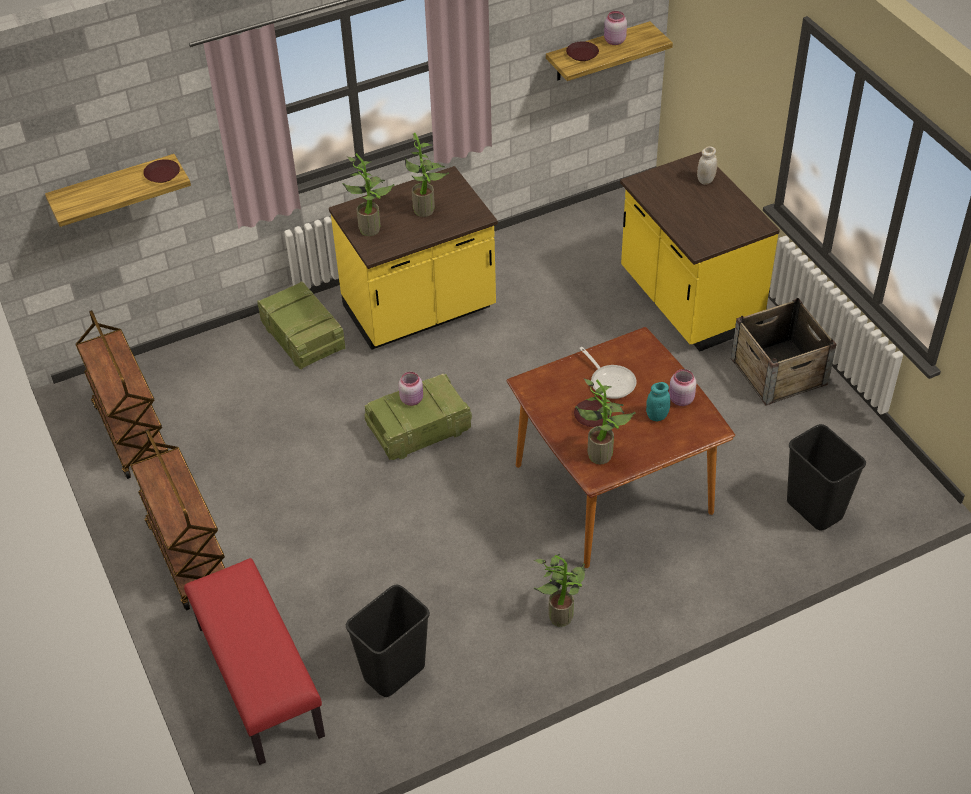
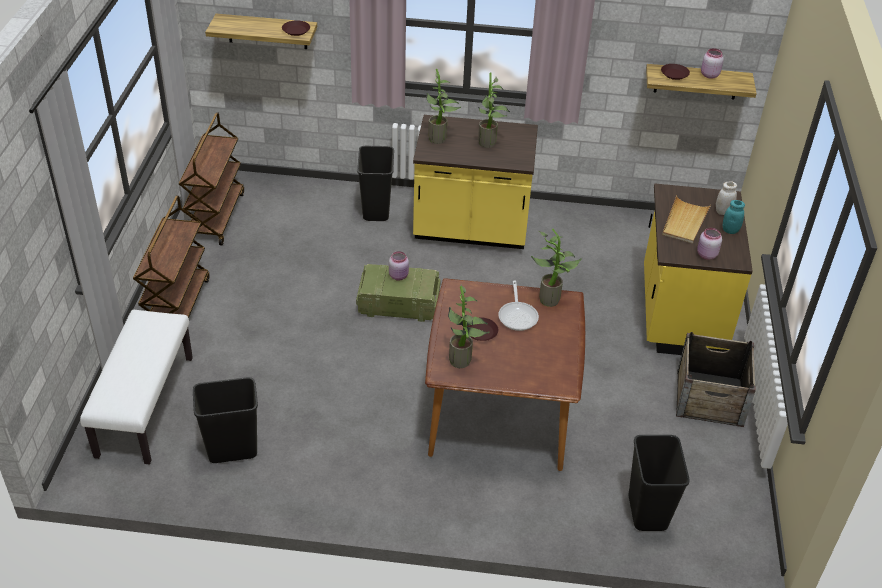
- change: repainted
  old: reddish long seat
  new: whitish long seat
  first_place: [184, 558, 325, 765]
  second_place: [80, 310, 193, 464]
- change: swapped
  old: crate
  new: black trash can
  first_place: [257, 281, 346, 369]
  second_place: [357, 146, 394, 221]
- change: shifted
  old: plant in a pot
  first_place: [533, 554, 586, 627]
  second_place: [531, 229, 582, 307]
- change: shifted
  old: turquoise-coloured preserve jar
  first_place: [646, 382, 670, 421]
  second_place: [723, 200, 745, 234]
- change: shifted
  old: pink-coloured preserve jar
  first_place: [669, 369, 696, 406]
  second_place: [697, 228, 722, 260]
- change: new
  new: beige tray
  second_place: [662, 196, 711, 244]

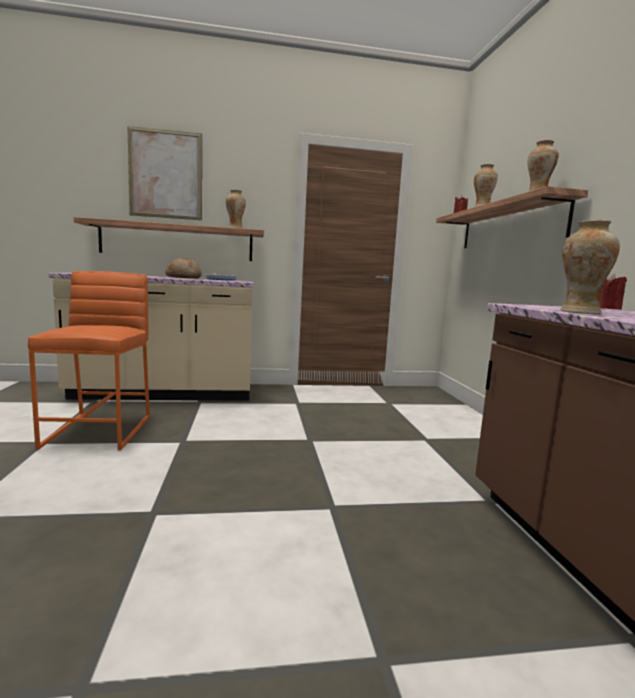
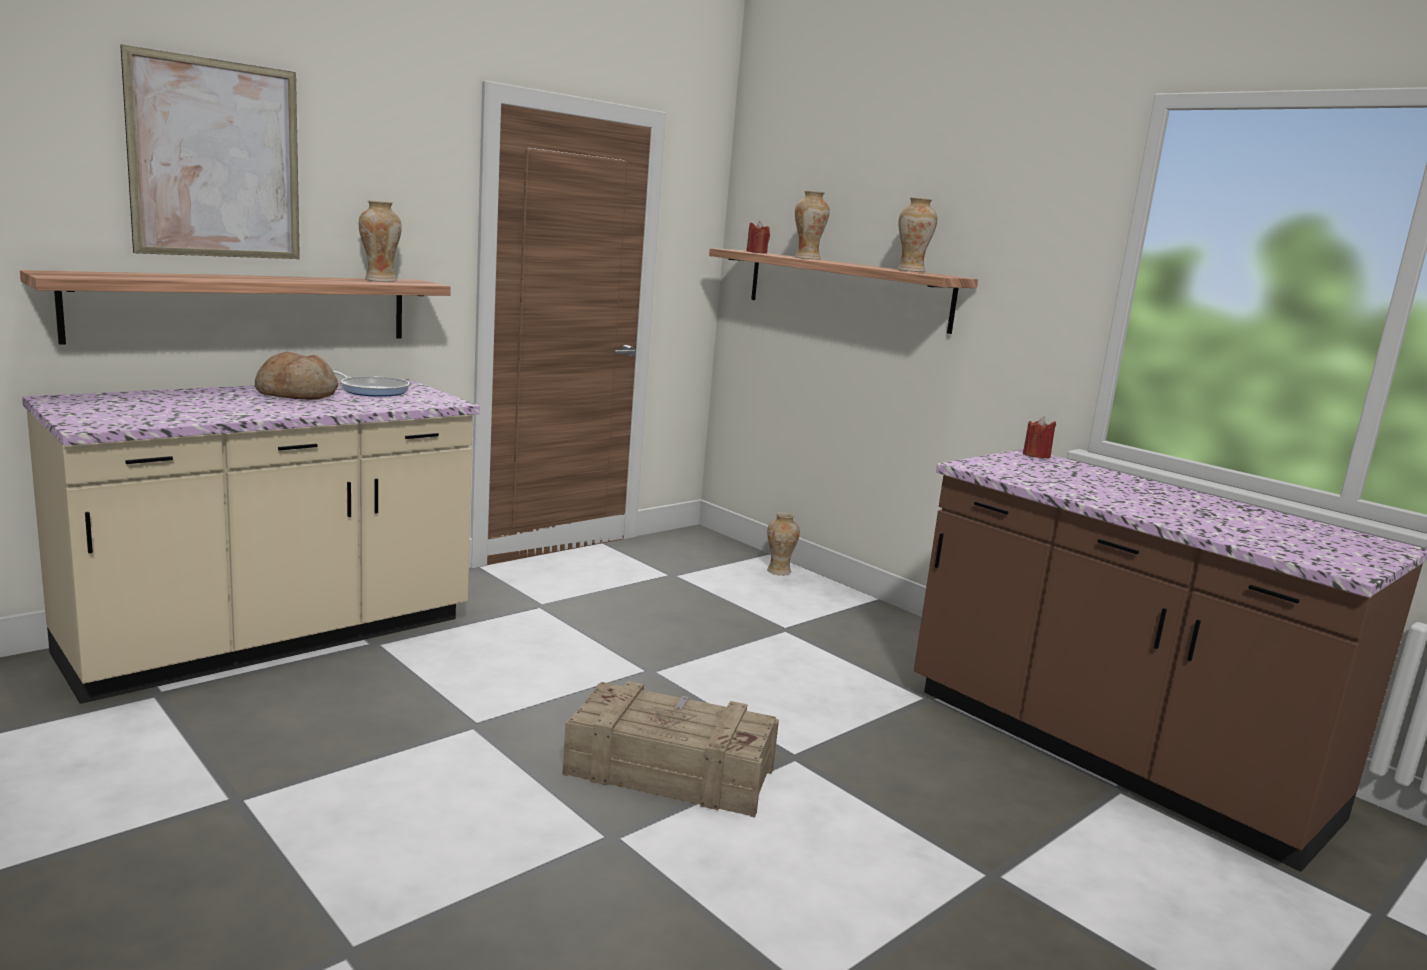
- change: gone
  old: orange-coloured stool seat
  first_place: [28, 271, 150, 450]
- change: shifted
  old: decorative vase
  first_place: [560, 220, 620, 314]
  second_place: [767, 512, 800, 576]
- change: new
  new: crate
  second_place: [563, 681, 779, 818]

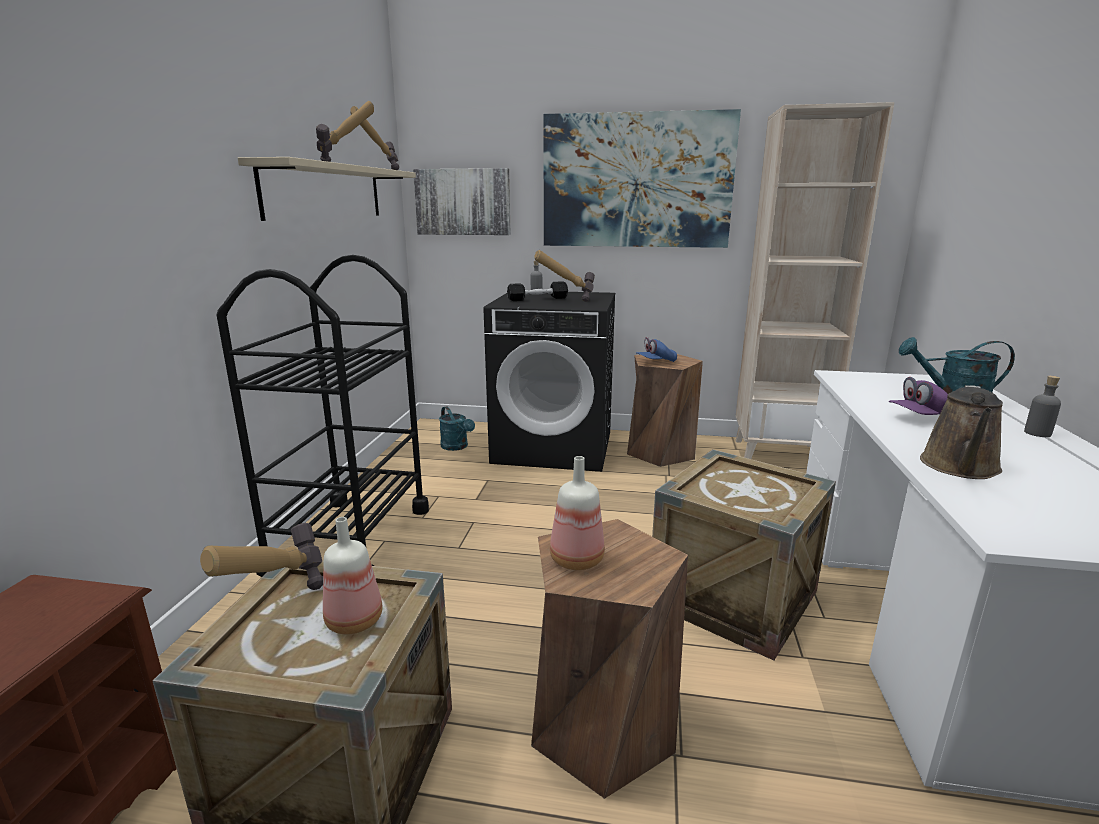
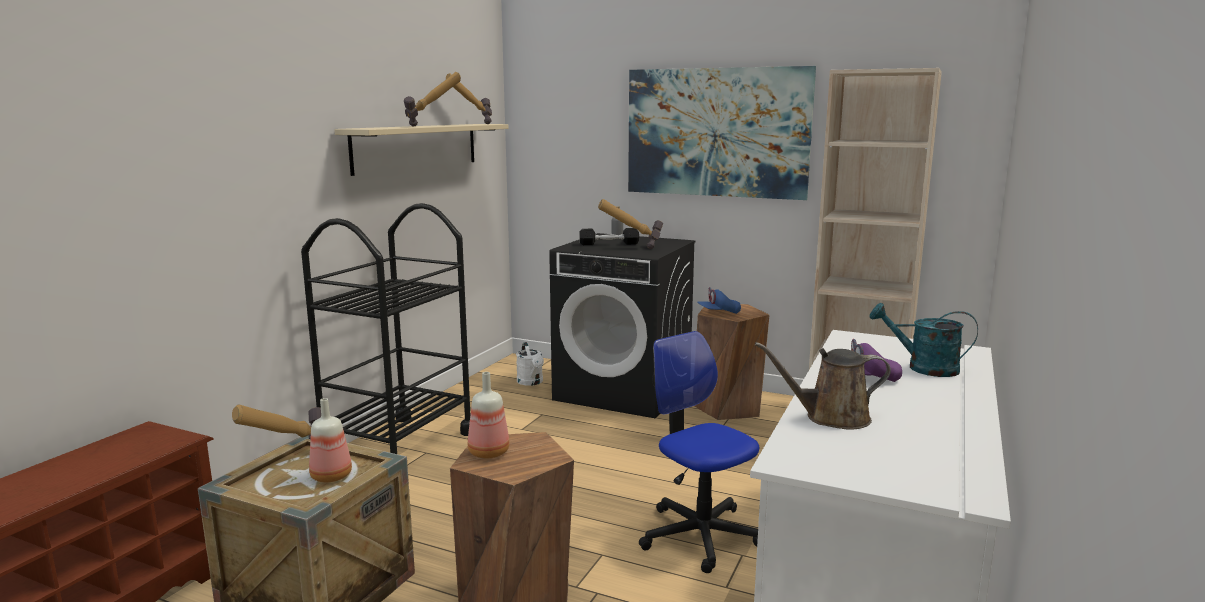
- change: gone
  old: wall art
  first_place: [413, 168, 511, 235]
- change: repainted
  old: turquoise-coloured sprinkling can
  new: whitish sprinkling can
  first_place: [439, 406, 475, 451]
  second_place: [516, 342, 544, 386]
- change: swapped
  old: crate
  new: desk chair
  first_place: [652, 449, 836, 661]
  second_place: [639, 331, 759, 573]
- change: rotated
  old: brown-coloured sprinkling can
  first_place: [920, 385, 1003, 479]
  second_place: [755, 342, 891, 430]
  degrees: 45
- change: gone
  old: gray beverage bottle
  first_place: [1024, 376, 1061, 437]

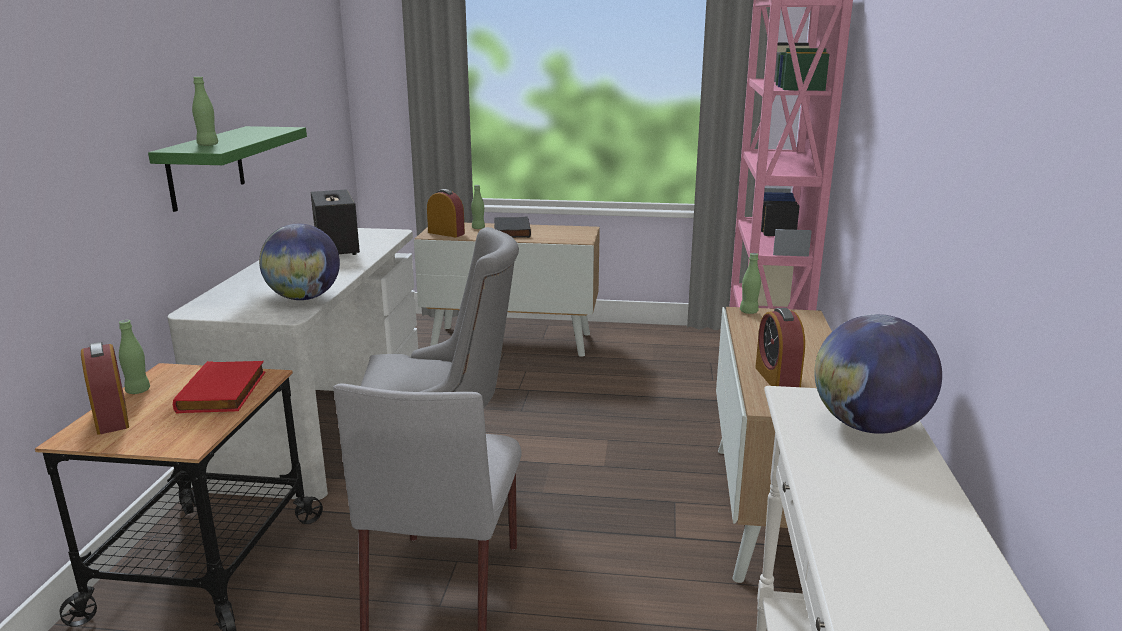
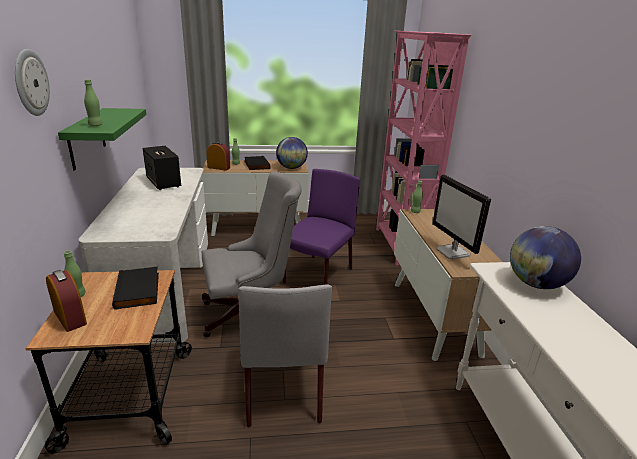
- change: repainted
  old: reddish volume
  new: black volume
  first_place: [173, 361, 266, 413]
  second_place: [112, 267, 159, 310]
- change: shifted
  old: desk globe
  first_place: [259, 224, 340, 300]
  second_place: [276, 137, 308, 169]
- change: swapped
  old: bedside clock
  new: computer display
  first_place: [755, 308, 805, 387]
  second_place: [432, 175, 491, 260]
- change: new
  new: clock on the wall
  second_place: [15, 49, 50, 116]
- change: new
  new: purplish upright chair
  second_place: [283, 169, 360, 285]

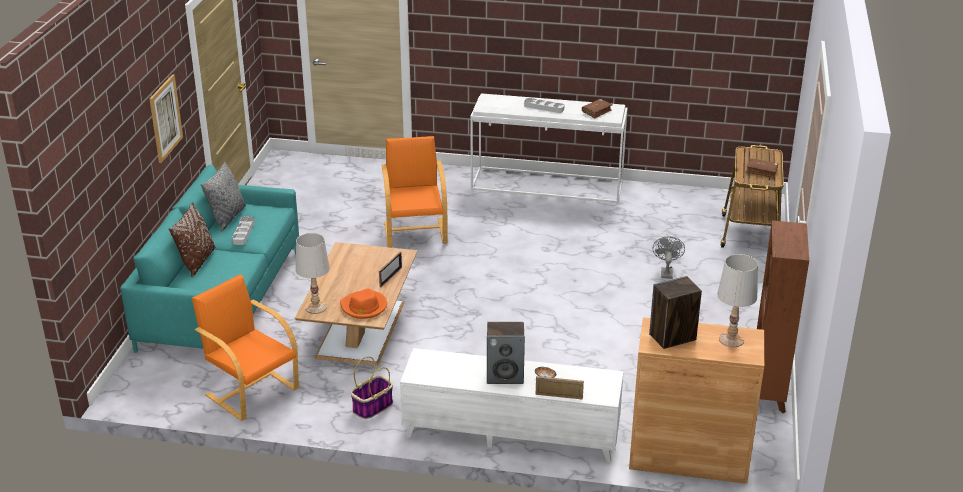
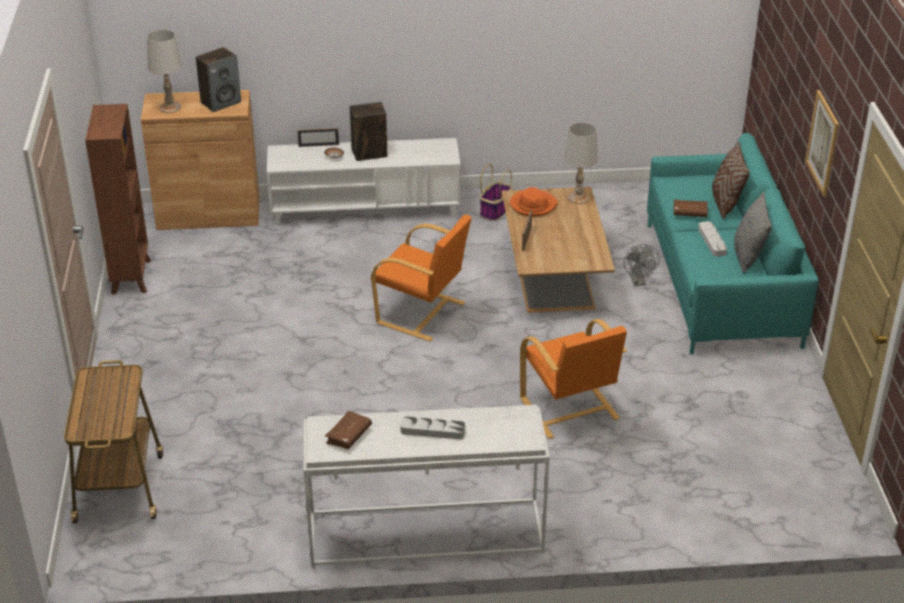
- change: shifted
  old: orange-coloured lounge chair
  first_place: [192, 275, 299, 421]
  second_place: [371, 214, 472, 341]
- change: shifted
  old: gray fan
  first_place: [653, 236, 685, 279]
  second_place: [624, 244, 660, 286]
- change: shifted
  old: brown-coloured volume
  first_place: [746, 158, 778, 178]
  second_place: [673, 199, 708, 217]

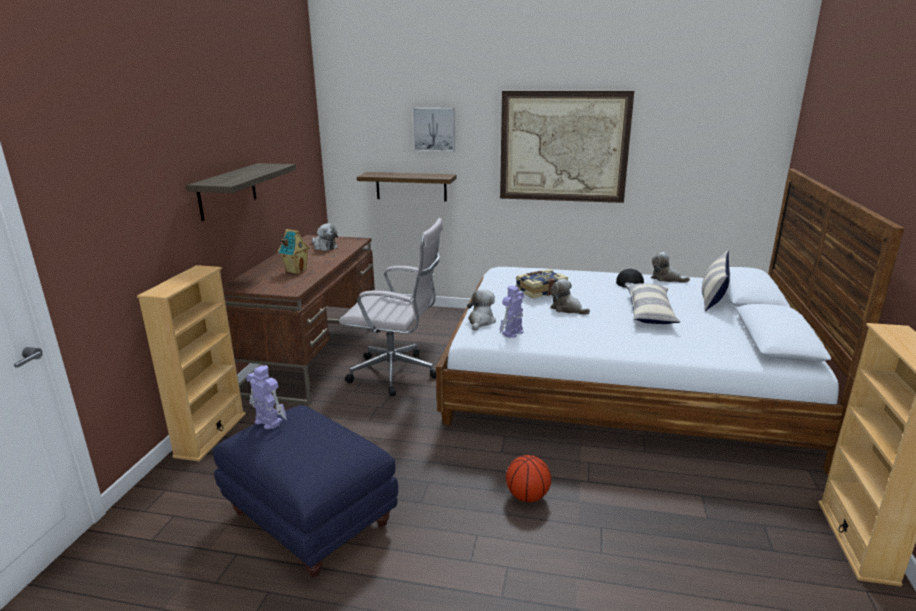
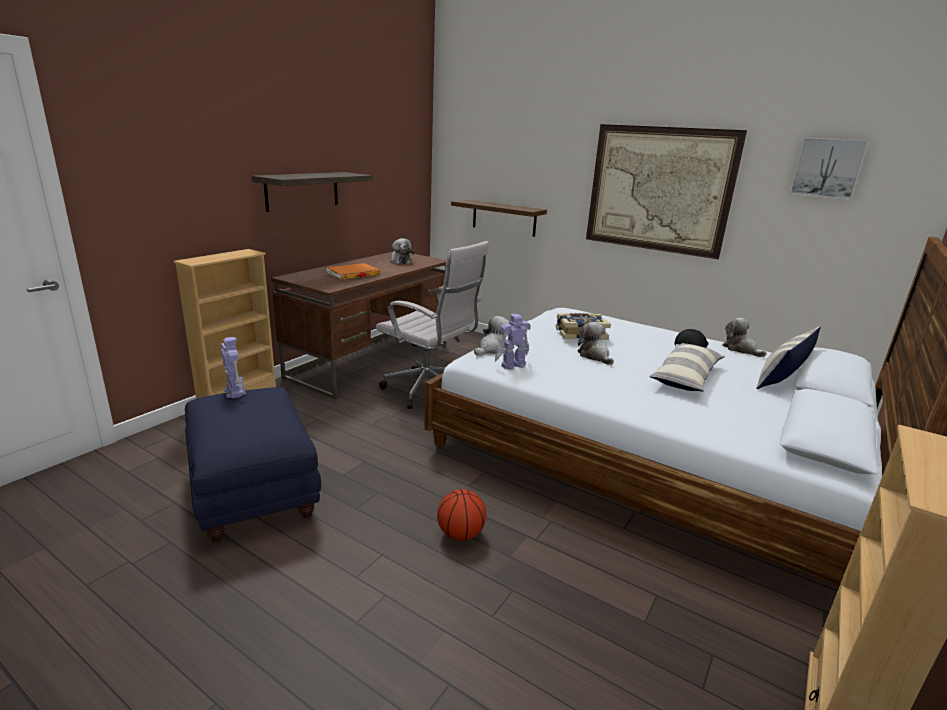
- change: swapped
  old: model house
  new: orange-coloured volume
  first_place: [278, 229, 310, 274]
  second_place: [326, 263, 381, 280]
- change: shifted
  old: wall art
  first_place: [412, 108, 455, 152]
  second_place: [790, 138, 869, 200]

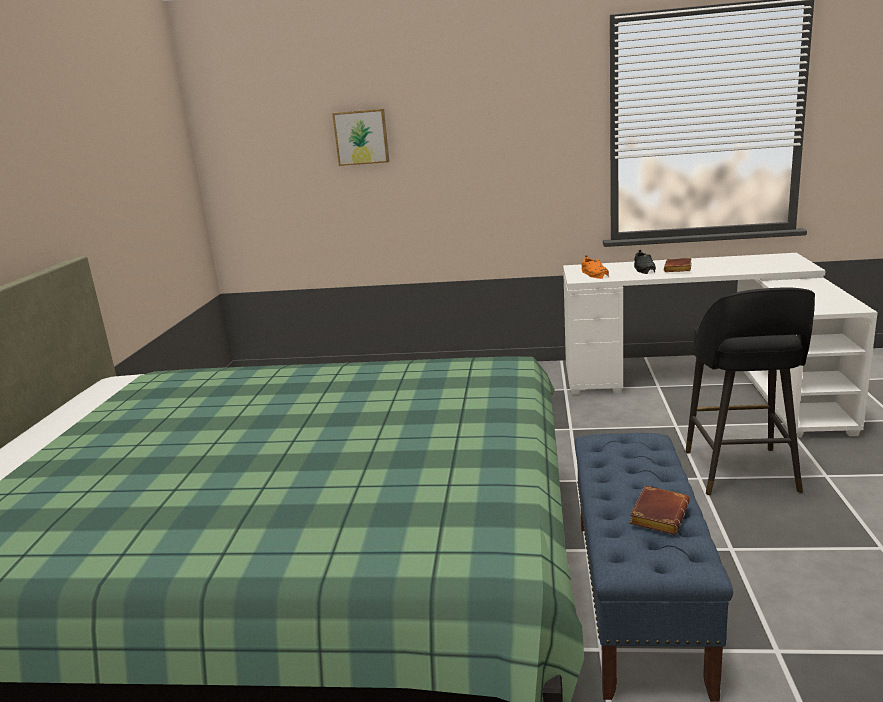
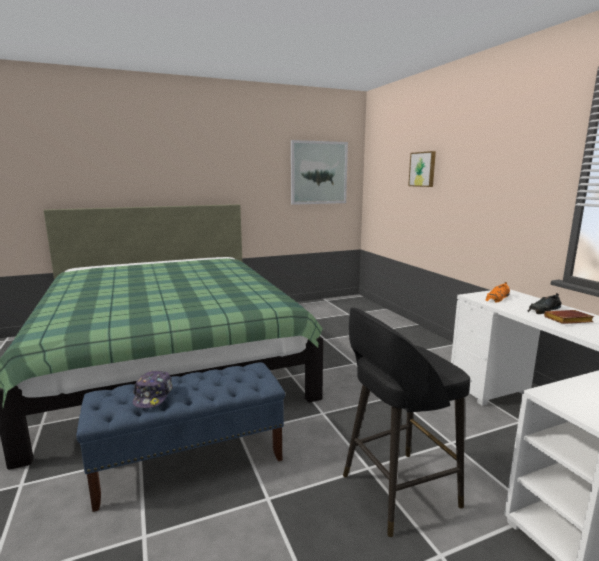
- change: swapped
  old: brown-coloured volume
  new: cap
  first_place: [629, 486, 690, 535]
  second_place: [133, 371, 173, 408]
- change: new
  new: wall art
  second_place: [291, 140, 348, 205]

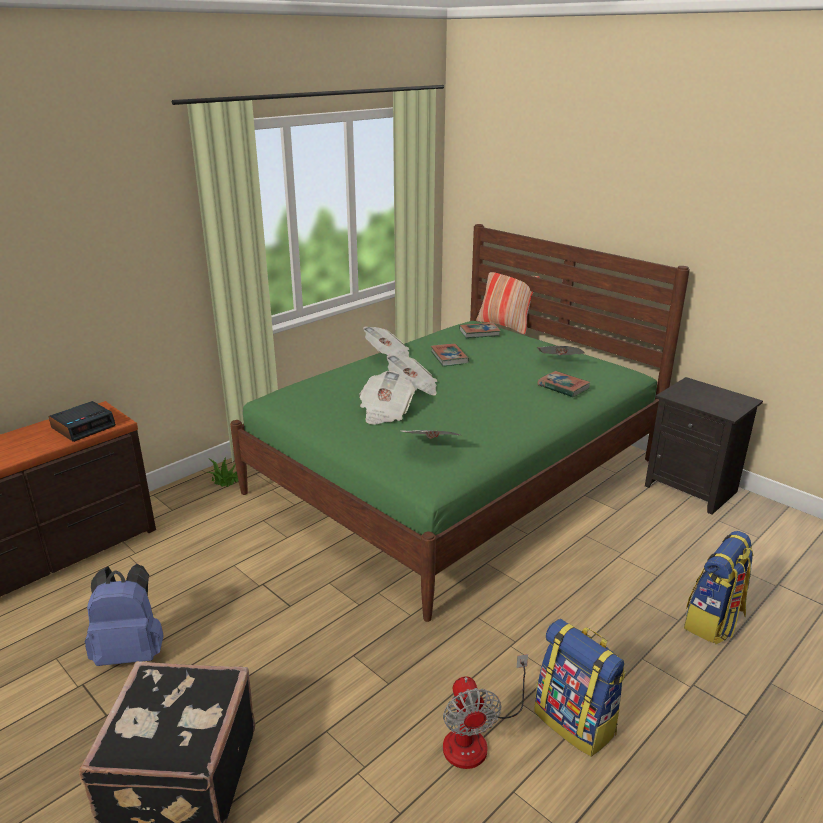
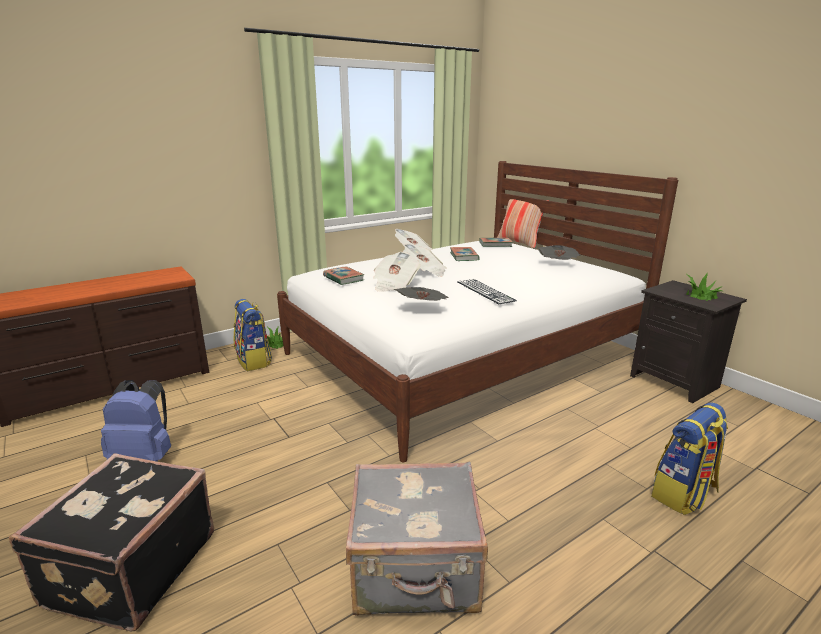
- change: gone
  old: bedside clock
  first_place: [49, 401, 116, 442]
- change: repainted
  old: greenish bedroom bed
  new: whitish bedroom bed
  first_place: [230, 224, 690, 622]
  second_place: [277, 161, 678, 463]
- change: swapped
  old: fan
  new: gray travel case
  first_place: [443, 654, 528, 769]
  second_place: [346, 462, 488, 616]
- change: shifted
  old: rucksack
  first_place: [534, 619, 626, 757]
  second_place: [234, 299, 272, 371]
- change: shifted
  old: volume
  first_place: [537, 371, 591, 397]
  second_place: [323, 266, 365, 285]
- change: new
  new: PC keyboard
  second_place: [457, 279, 517, 304]
- change: new
  new: plant in a pot
  second_place: [685, 272, 723, 301]

